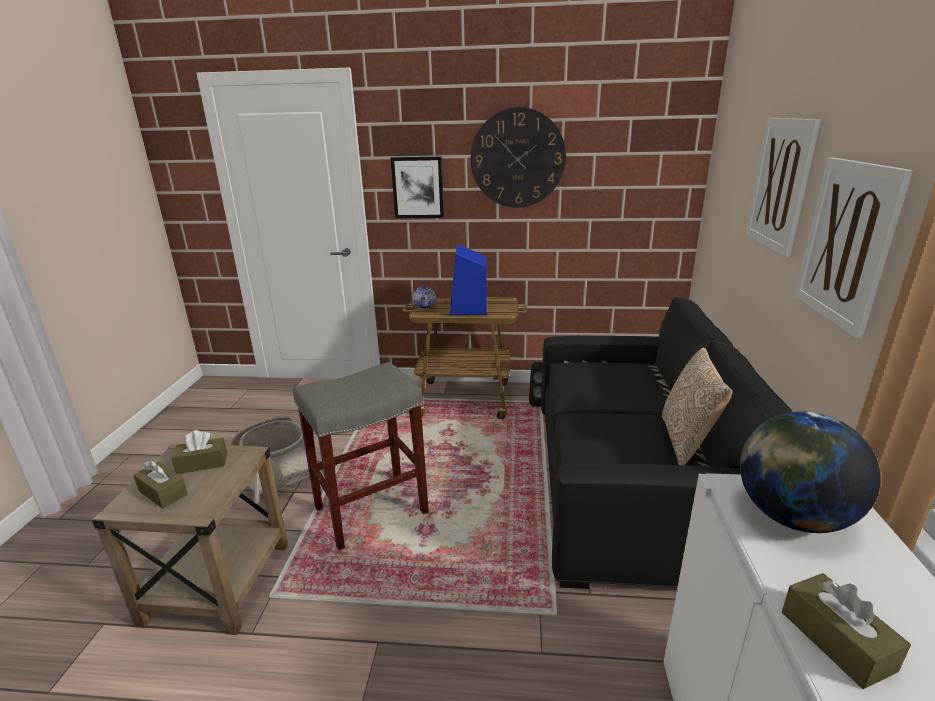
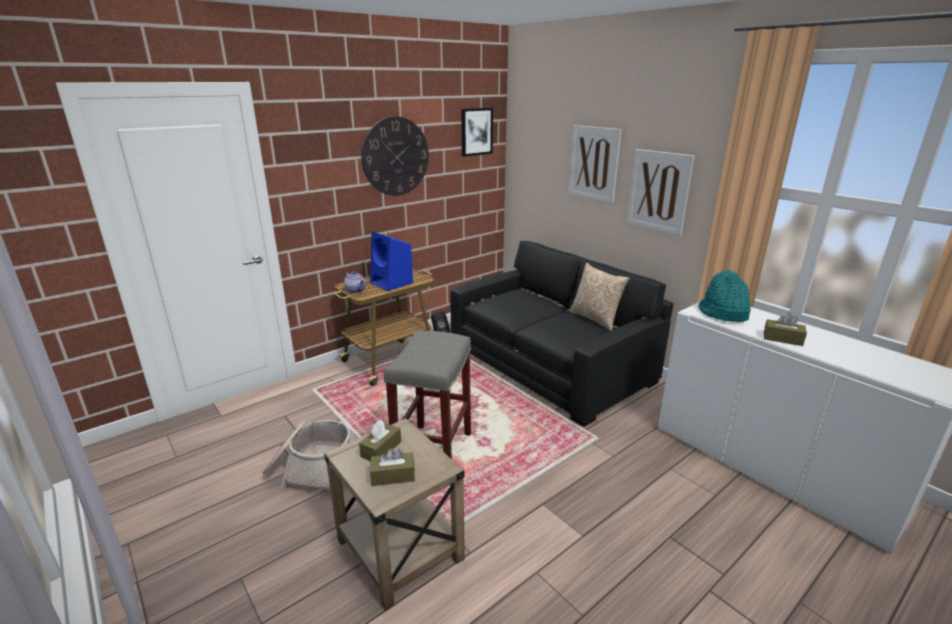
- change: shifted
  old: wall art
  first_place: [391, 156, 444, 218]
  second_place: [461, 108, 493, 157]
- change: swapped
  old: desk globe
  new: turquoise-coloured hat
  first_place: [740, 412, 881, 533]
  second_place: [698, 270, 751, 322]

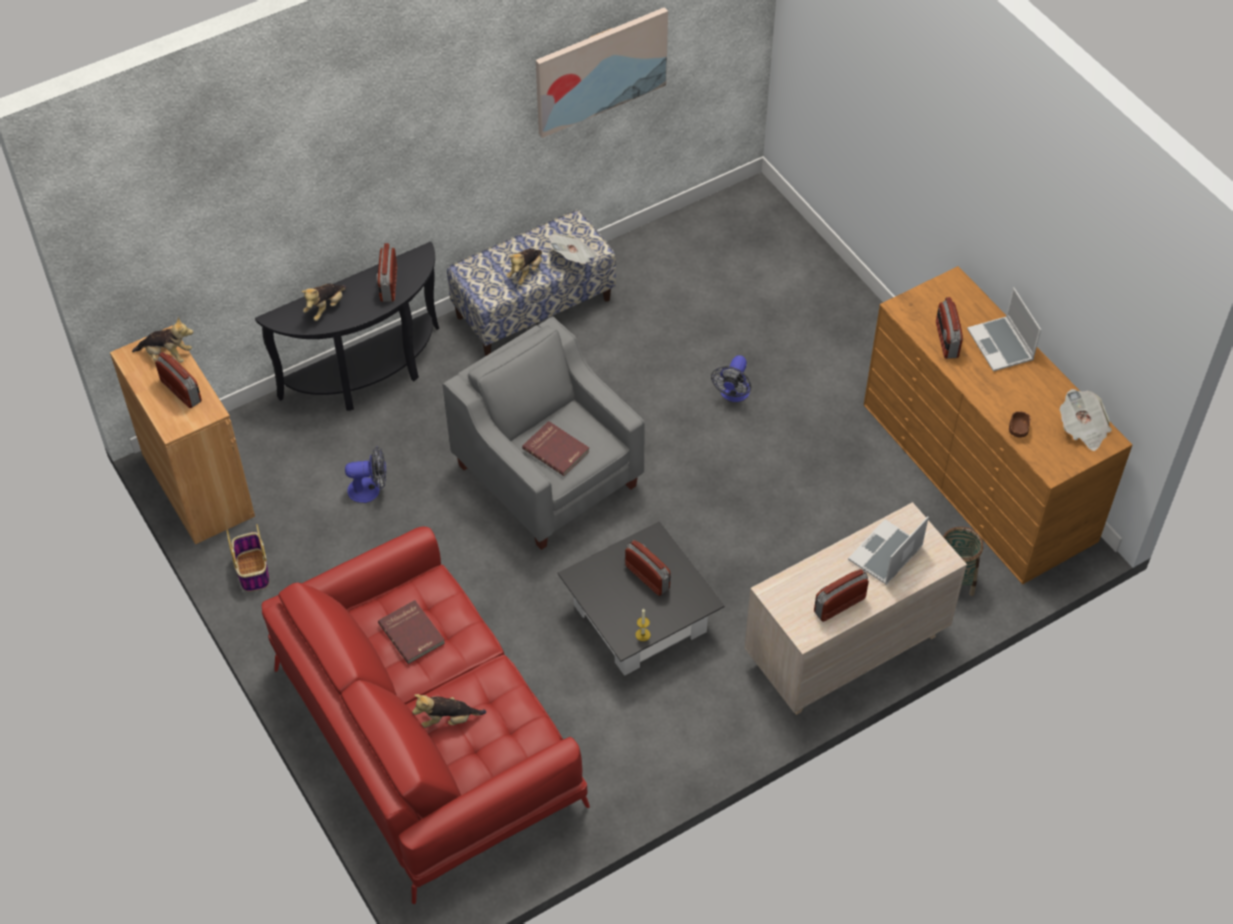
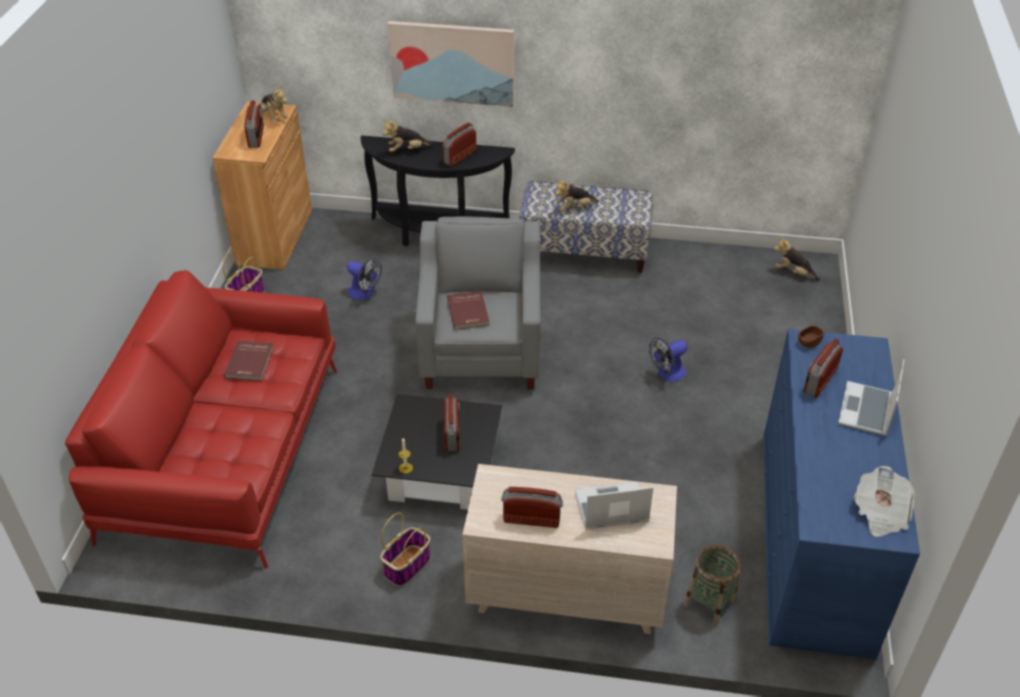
- change: shifted
  old: soft toy
  first_place: [412, 694, 486, 728]
  second_place: [774, 236, 821, 281]
- change: shifted
  old: wall art
  first_place: [536, 7, 668, 138]
  second_place: [388, 21, 514, 107]
- change: gone
  old: daily paper
  first_place: [549, 233, 599, 264]
- change: repainted
  old: brown-coloured chest of drawers
  new: blue-coloured chest of drawers
  first_place: [864, 266, 1133, 584]
  second_place: [763, 329, 920, 659]
- change: shifted
  old: brown-coloured deep dish
  first_place: [1009, 411, 1030, 438]
  second_place: [798, 325, 824, 348]
- change: new
  new: household basket
  second_place: [380, 513, 431, 586]

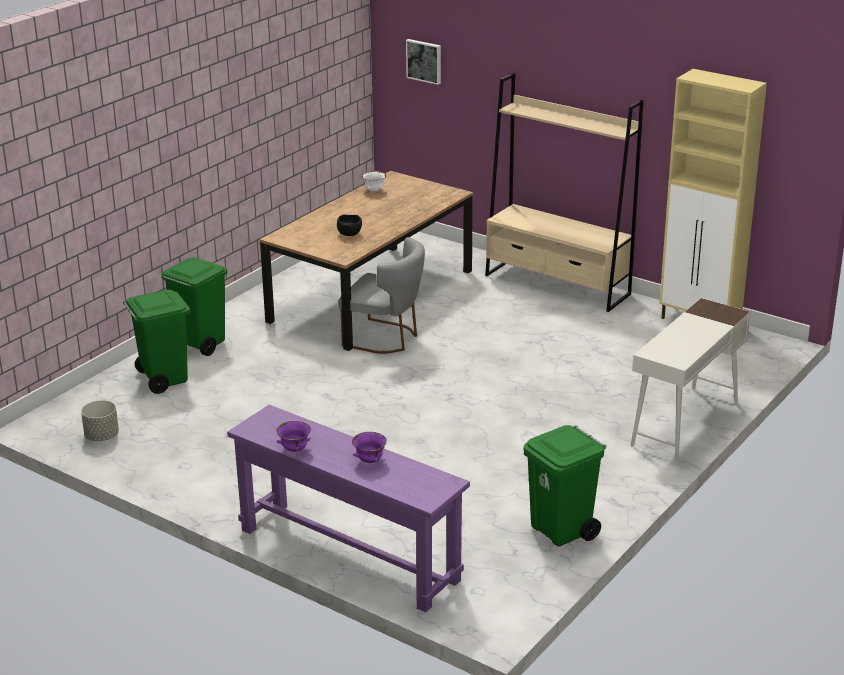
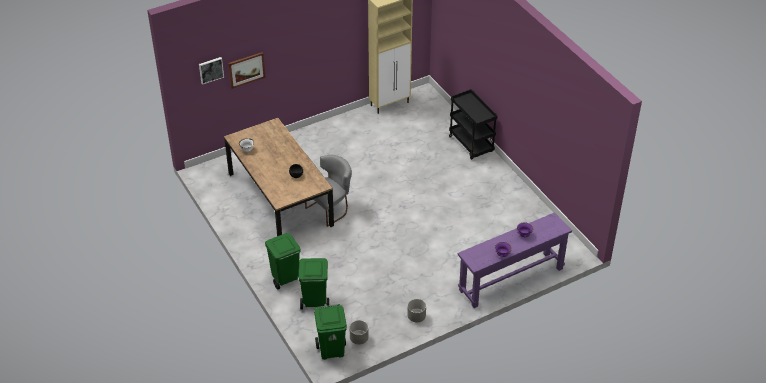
- change: gone
  old: beige bookshelf
  first_place: [485, 73, 644, 312]
- change: shifted
  old: greenish trash can
  first_place: [523, 425, 607, 546]
  second_place: [314, 304, 347, 360]
- change: swapped
  old: whitish desk
  new: black trolley
  first_place: [631, 298, 750, 462]
  second_place: [449, 89, 497, 160]
- change: new
  new: wall art
  second_place: [228, 52, 266, 89]
- change: new
  new: gray plant pot
  second_place: [408, 299, 426, 322]

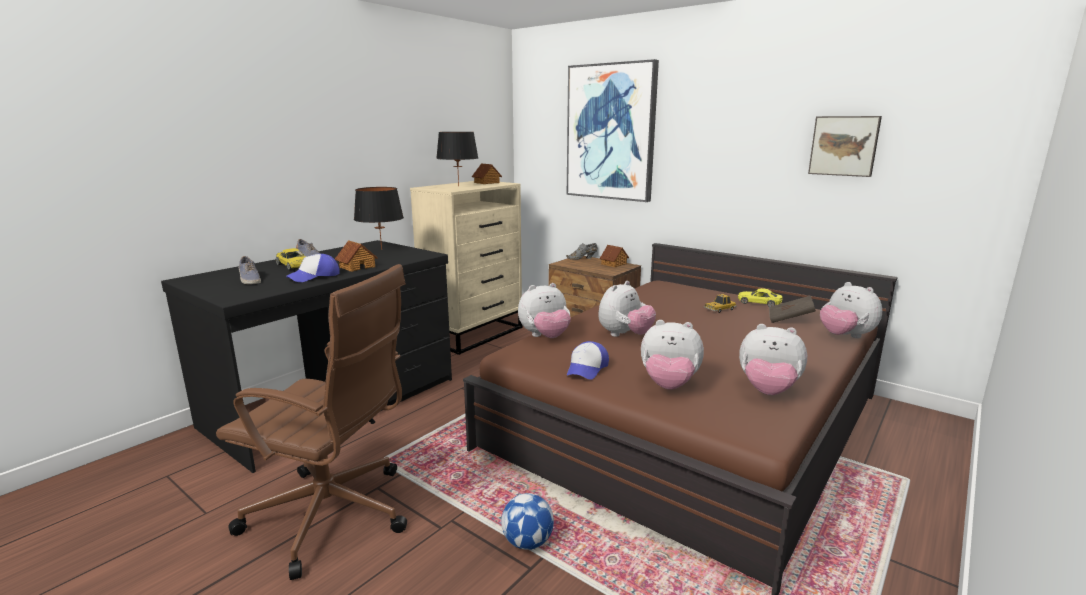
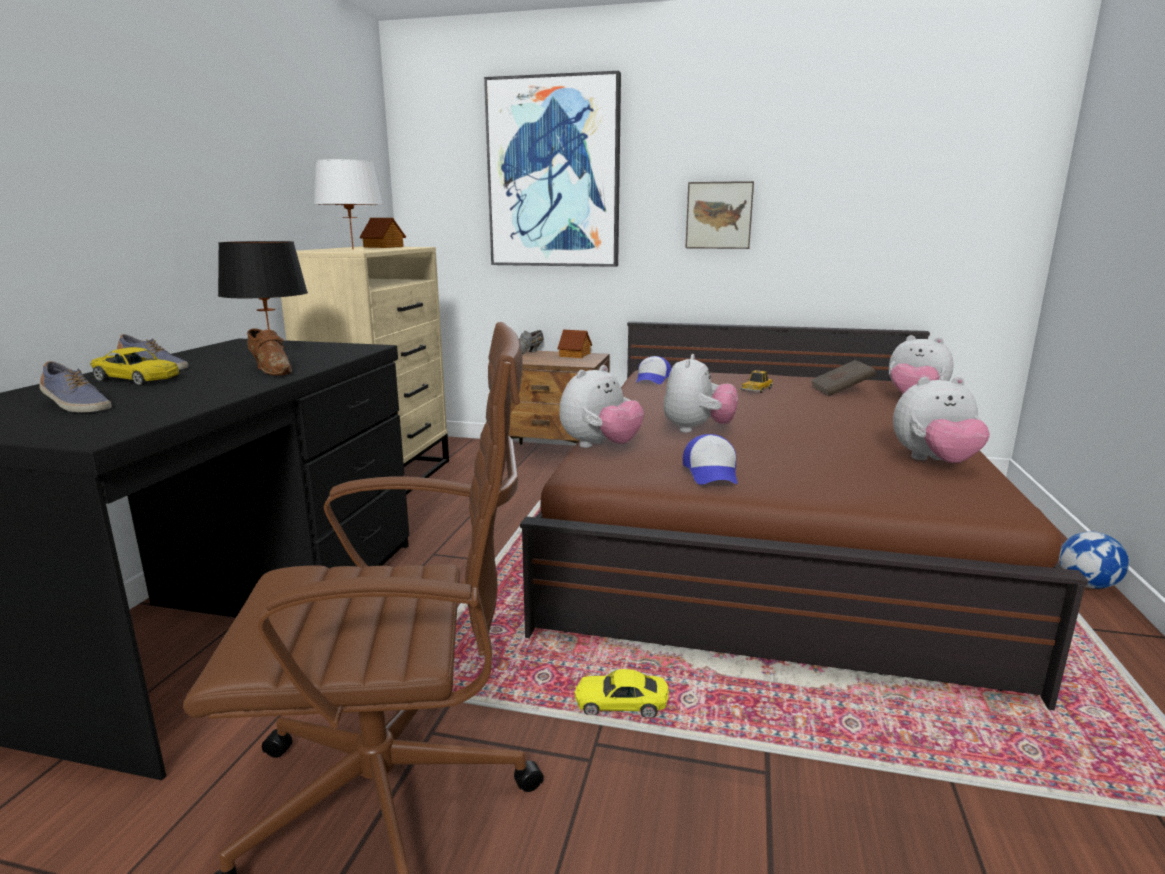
- change: shifted
  old: cap
  first_place: [286, 254, 339, 282]
  second_place: [636, 356, 671, 384]
- change: swapped
  old: model house
  new: brown-coloured low shoe
  first_place: [335, 240, 378, 272]
  second_place: [247, 328, 292, 376]
- change: repainted
  old: black table lamp
  new: whitish table lamp
  first_place: [436, 132, 478, 186]
  second_place: [314, 159, 383, 250]
- change: shifted
  old: ball for football
  first_place: [501, 493, 554, 550]
  second_place: [1059, 531, 1129, 589]
- change: gone
  old: soft toy
  first_place: [641, 320, 704, 390]
- change: shifted
  old: yellow miniature car
  first_place: [738, 288, 783, 307]
  second_place: [575, 669, 669, 718]
- change: shifted
  old: wall art
  first_place: [808, 116, 882, 177]
  second_place: [685, 181, 754, 249]

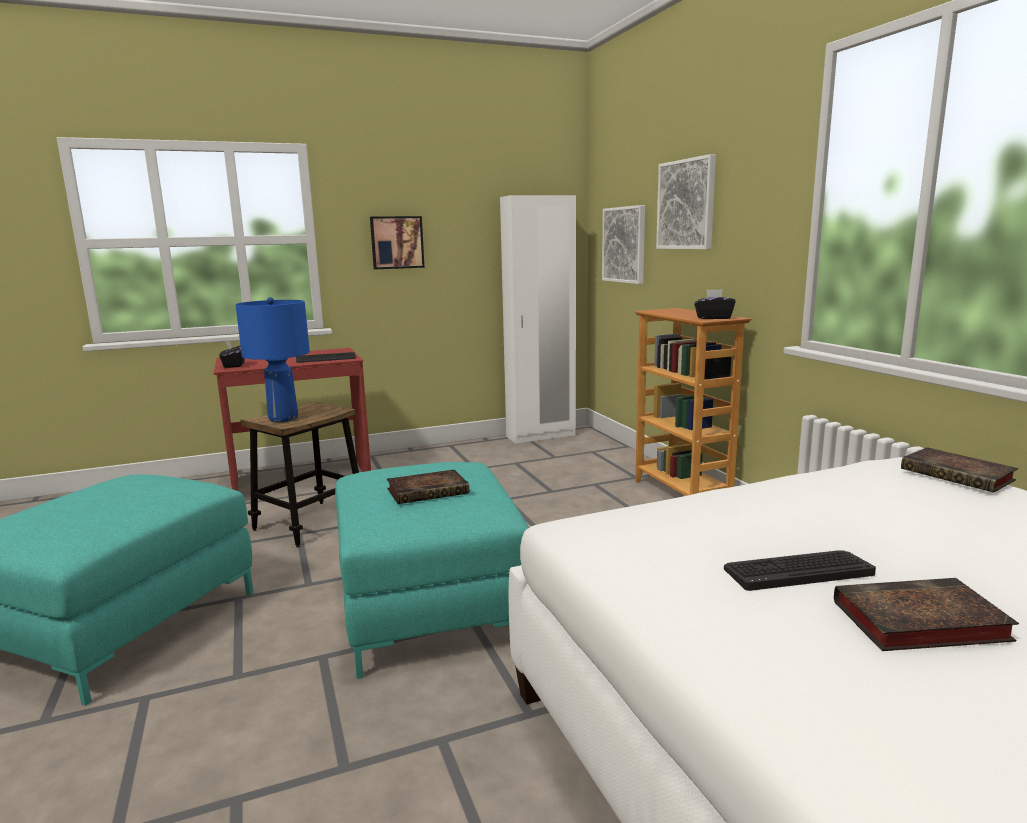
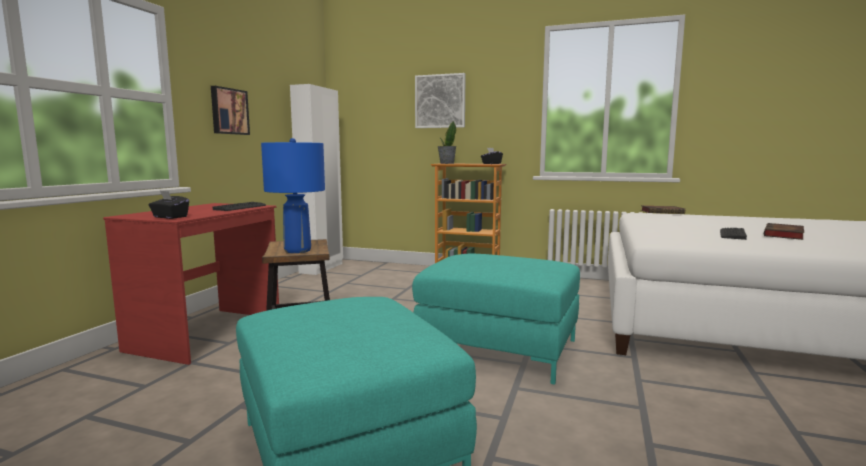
- change: gone
  old: volume
  first_place: [387, 470, 469, 504]
- change: gone
  old: wall art
  first_place: [602, 205, 645, 284]
- change: new
  new: plant in a pot
  second_place: [437, 121, 456, 164]

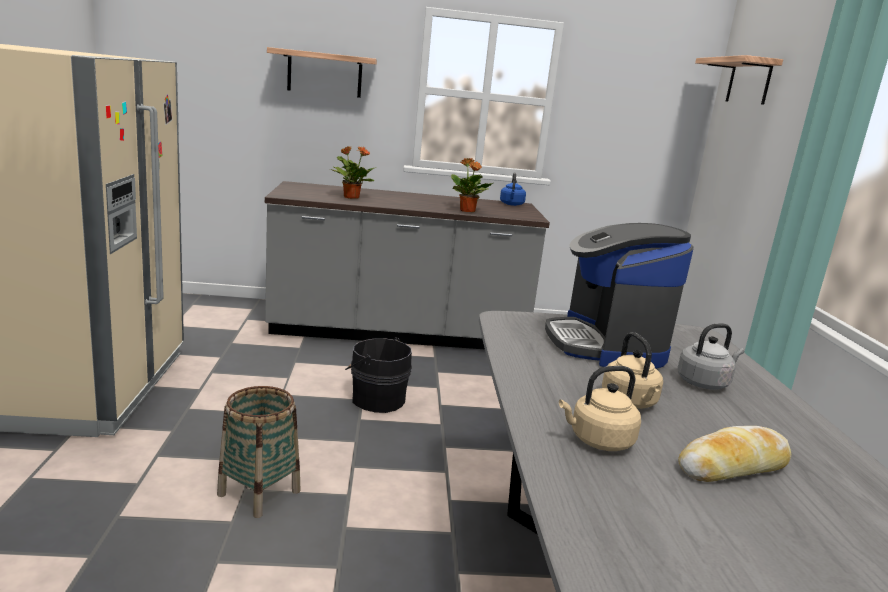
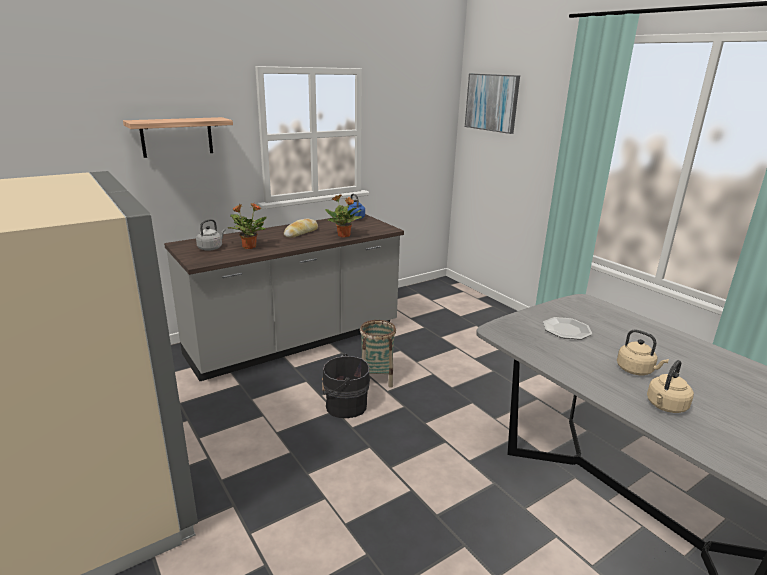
- change: shifted
  old: household basket
  first_place: [217, 386, 301, 518]
  second_place: [360, 320, 396, 388]
- change: swapped
  old: coffee brewer
  new: plate
  first_place: [545, 223, 694, 369]
  second_place: [543, 317, 592, 340]
- change: shifted
  old: gray water kettle
  first_place: [678, 324, 744, 390]
  second_place: [196, 219, 226, 251]
- change: shifted
  old: baked bread
  first_place: [678, 426, 791, 482]
  second_place: [284, 218, 318, 238]
- change: swapped
  old: wall shelf
  new: wall art
  first_place: [695, 55, 783, 105]
  second_place: [465, 73, 520, 134]

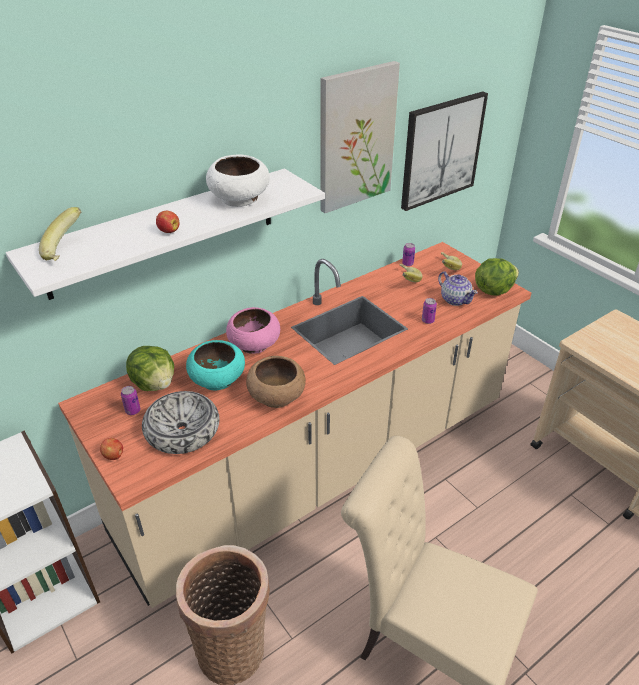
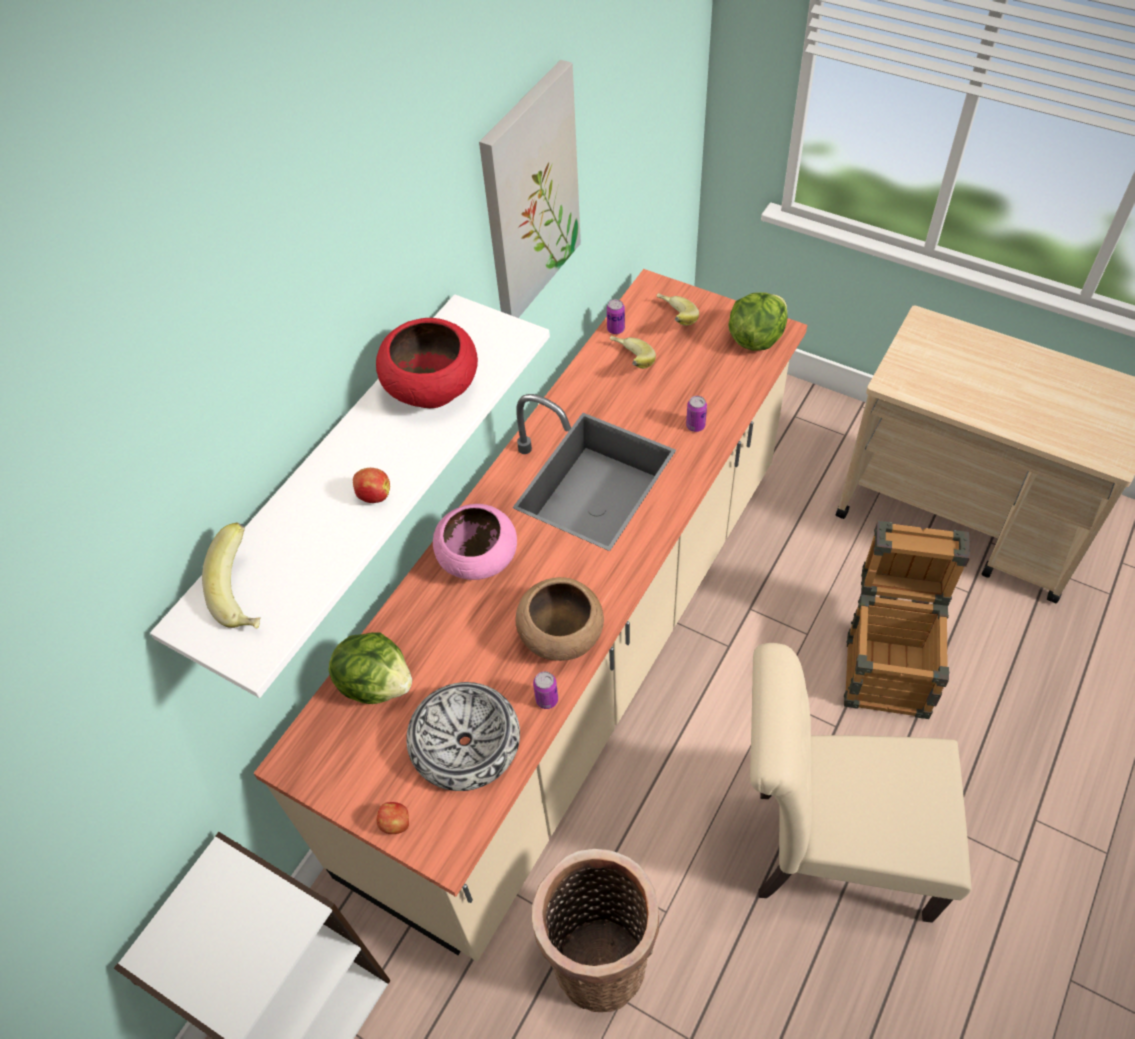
- change: shifted
  old: sealed can
  first_place: [121, 386, 140, 415]
  second_place: [533, 671, 558, 709]
- change: gone
  old: turquoise-coloured deep dish
  first_place: [186, 340, 245, 390]
- change: repainted
  old: whitish deep dish
  new: reddish deep dish
  first_place: [206, 155, 270, 207]
  second_place: [376, 318, 478, 408]
- change: gone
  old: wall art
  first_place: [401, 91, 488, 211]
- change: gone
  old: tea pot
  first_place: [438, 271, 478, 306]
- change: new
  new: crate
  second_place: [844, 521, 970, 719]

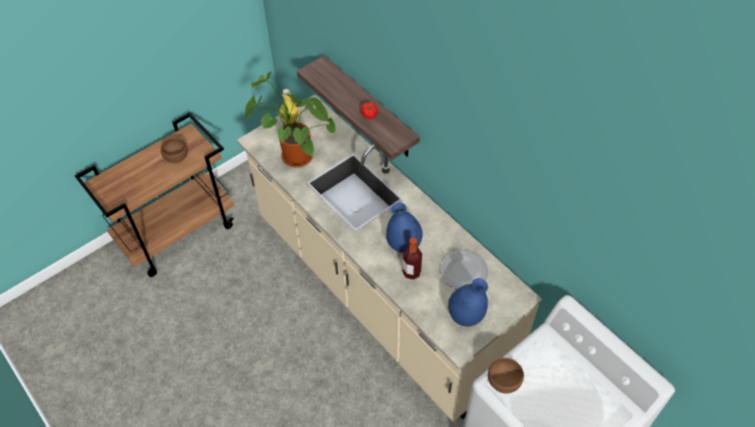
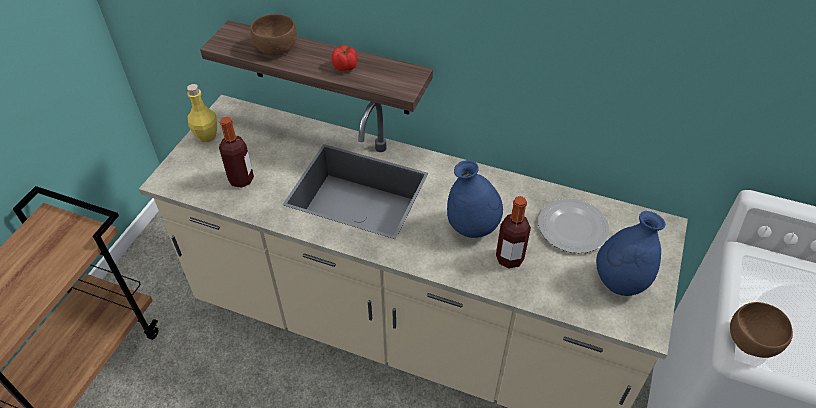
- change: shifted
  old: brown-coloured deep dish
  first_place: [161, 138, 188, 163]
  second_place: [250, 14, 296, 55]
- change: swapped
  old: plant in a pot
  new: beverage bottle
  first_place: [245, 71, 336, 168]
  second_place: [219, 117, 254, 188]

